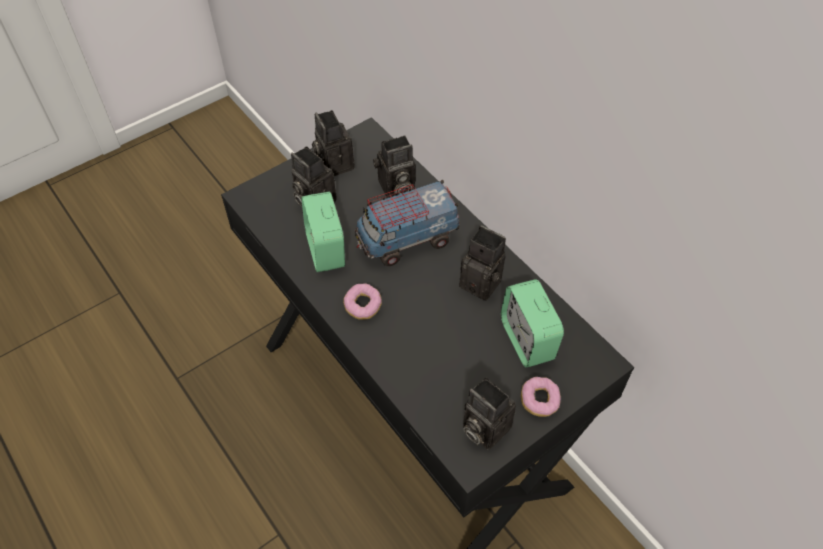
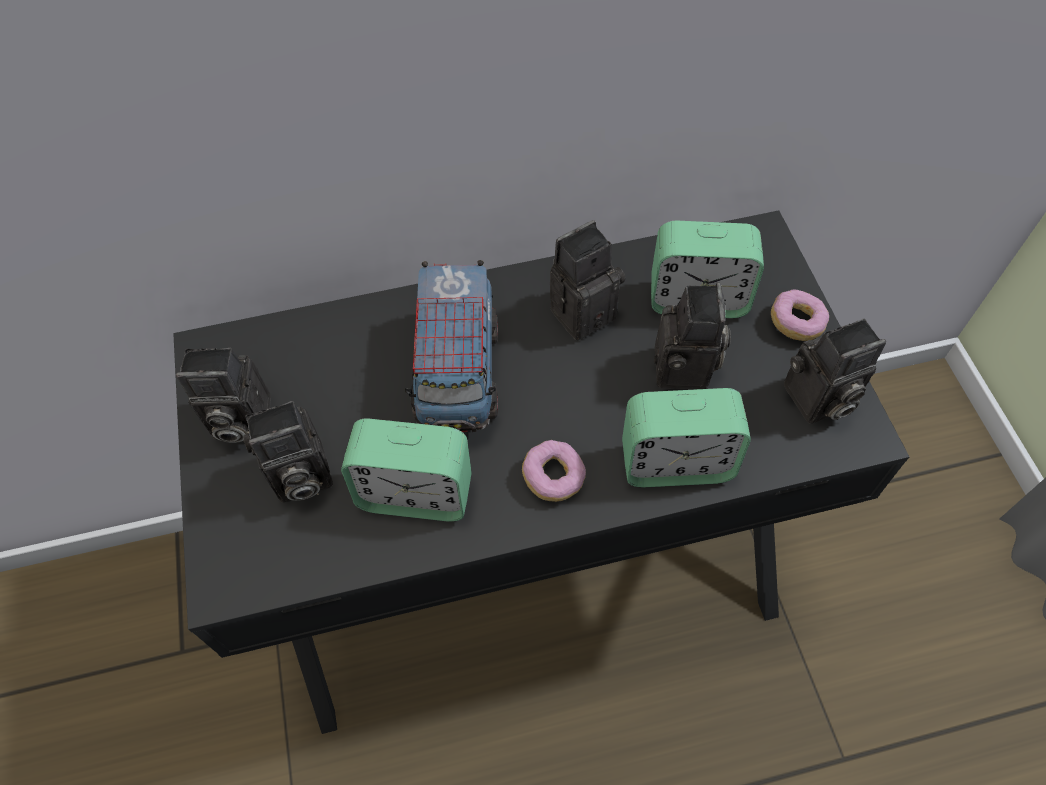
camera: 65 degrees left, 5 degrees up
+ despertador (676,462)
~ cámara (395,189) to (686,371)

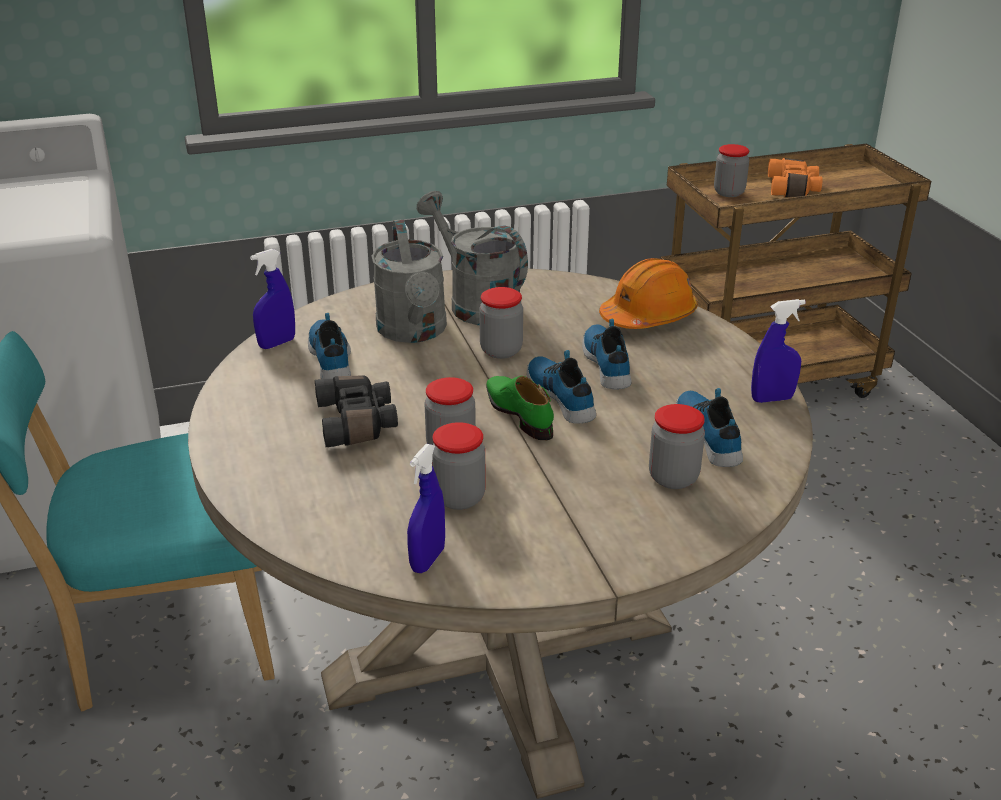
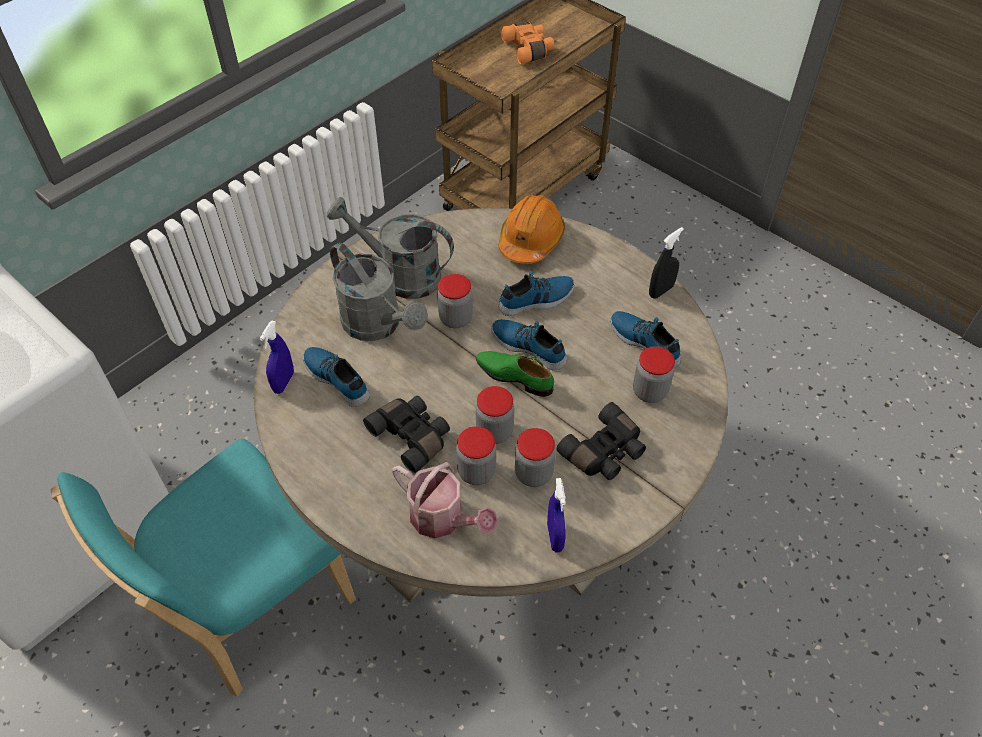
camera: 30 degrees left, 20 degrees up
+ regadera (443,519)
+ prismáticos (negro) (605,452)
~ tarro (729,192) to (476,472)
~ pulverizador (azul) (772,399) to pulverizador (negro) (661,291)
~ zapato (608,363) = (537,300) 105 degrees clockwise

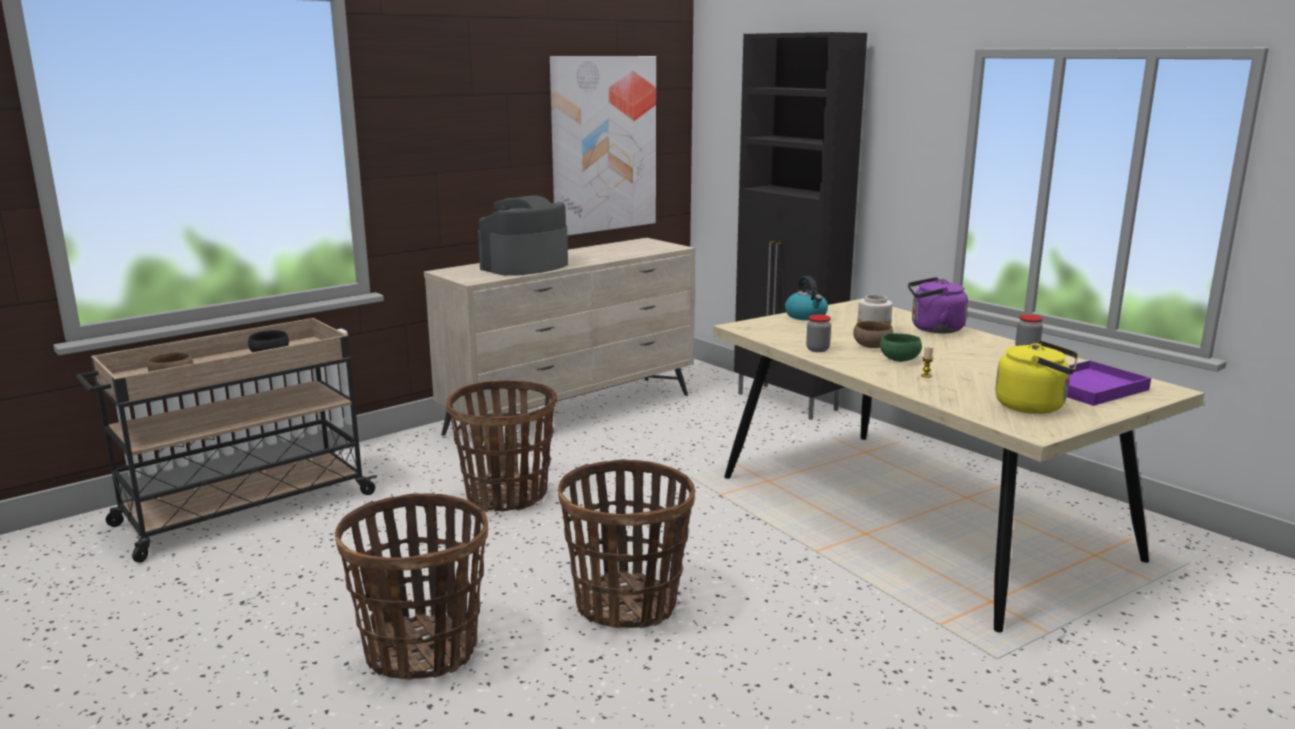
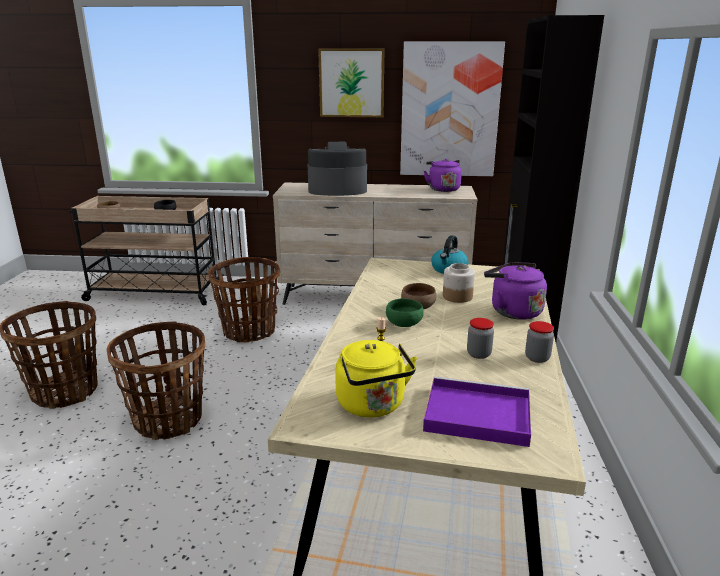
camera: 45 degrees right, 5 degrees up
+ cuadro (351,83)
+ hervidor (morado) (443,189)
~ tarro (817,349) to (478,354)

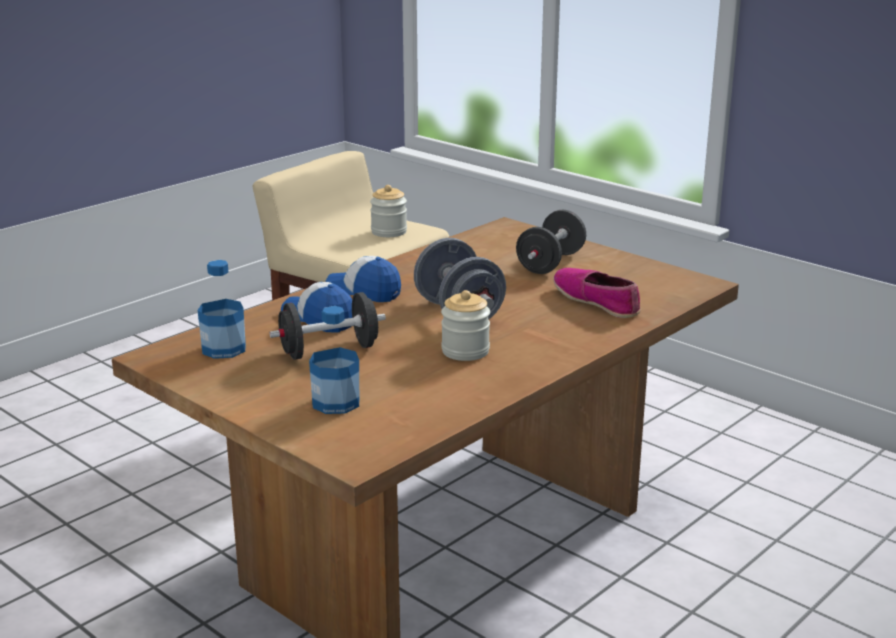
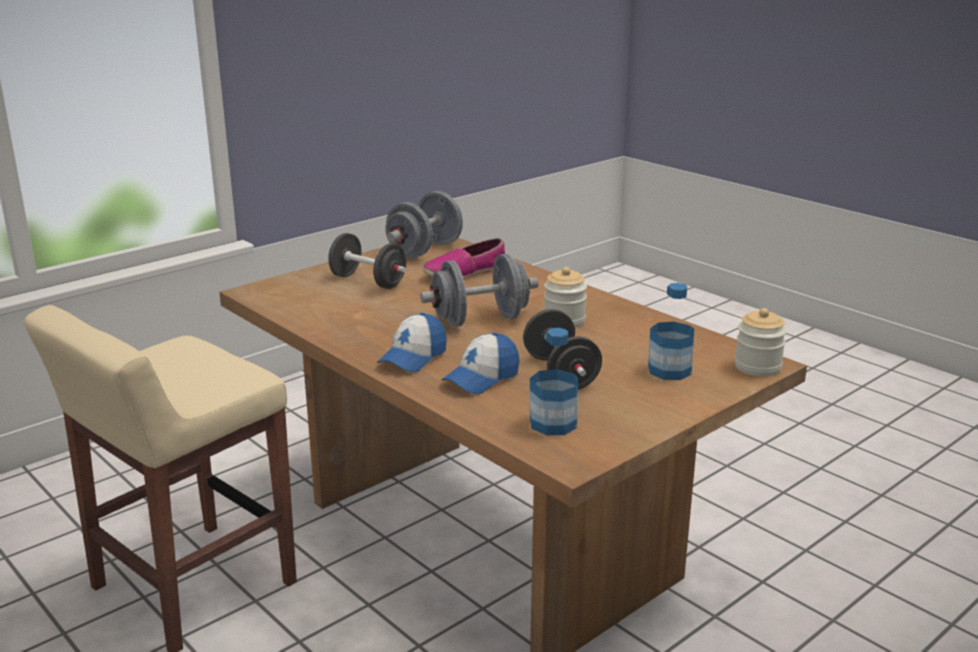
camera: 85 degrees left, 0 degrees up
+ mancuerna (gris) (425,250)
~ tarro (389,232) to (757,367)

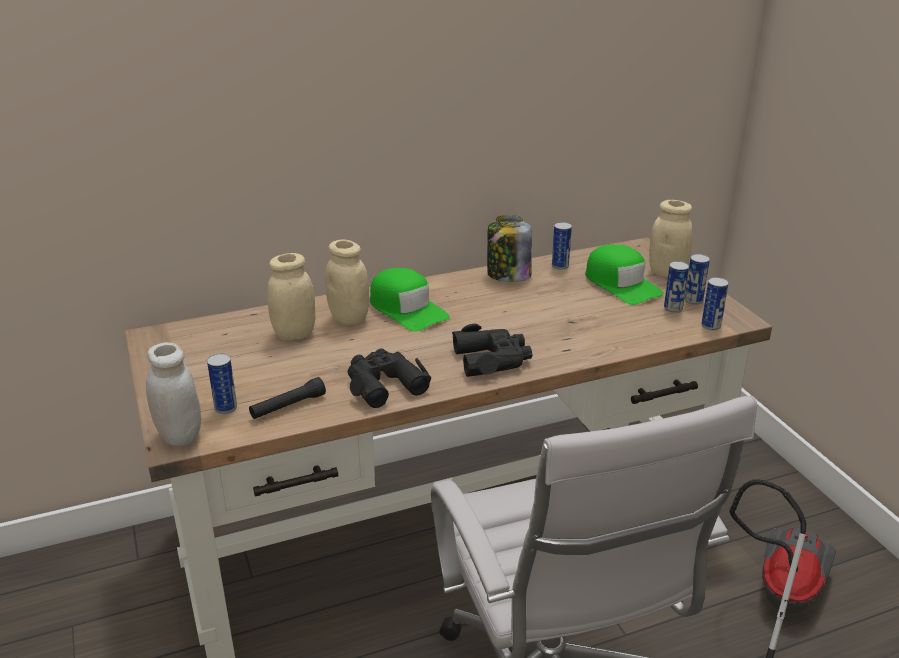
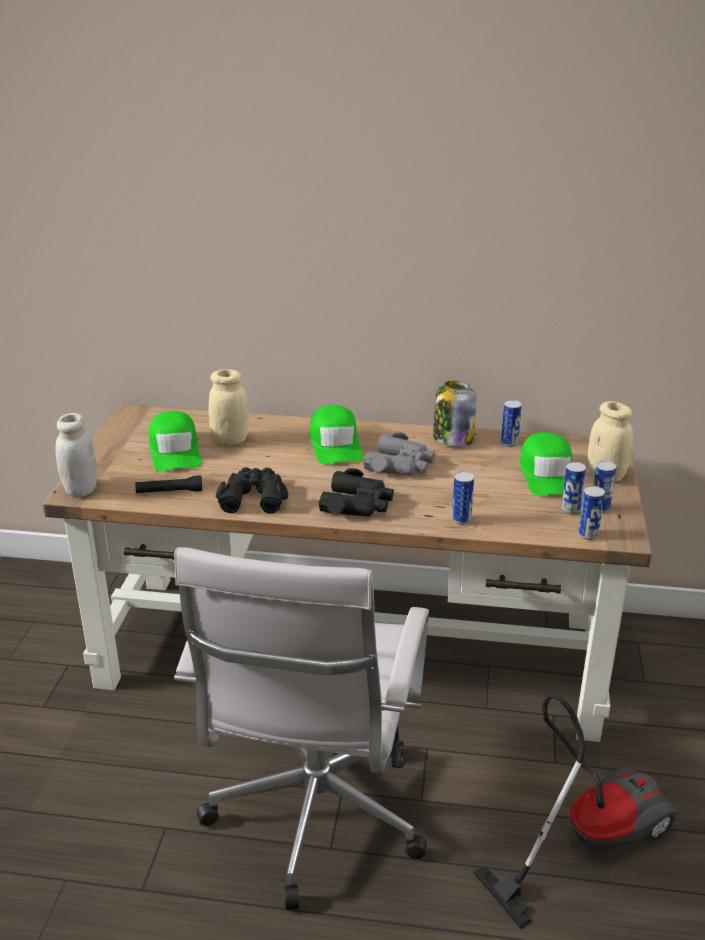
camera: 30 degrees right, 0 degrees up
- tarro (beis) (349,318)
+ gorra (verde) (175,451)
+ prismáticos (gris) (400,464)
~ lata (226,408) to (461,519)

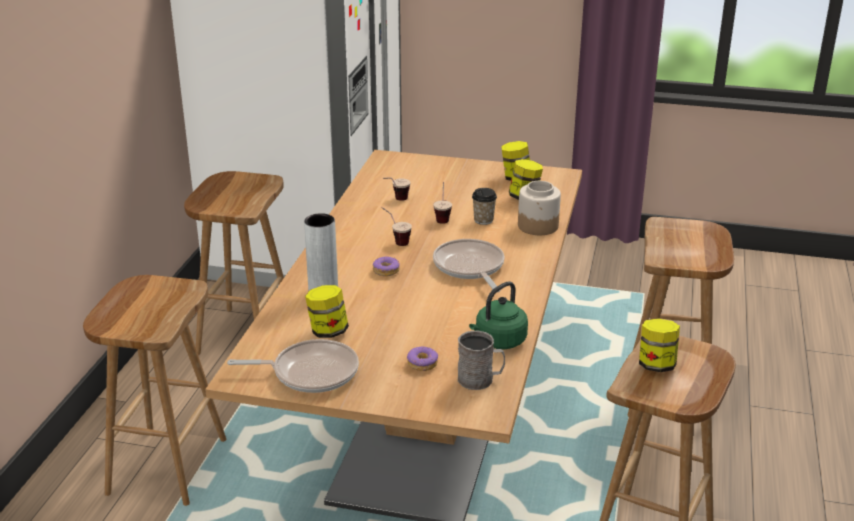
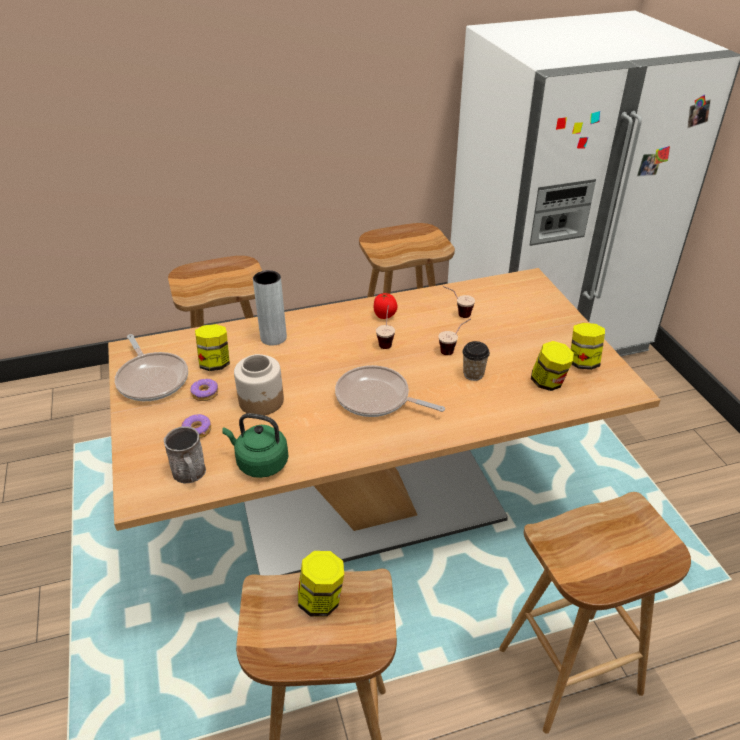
camera: 60 degrees right, 10 degrees up
+ tomate (385,316)
~ rosquilla (386,270) to (205,393)
~ tarro (538,226) to (262,401)
~ sartén (470,267) = (376,398) 105 degrees counterclockwise

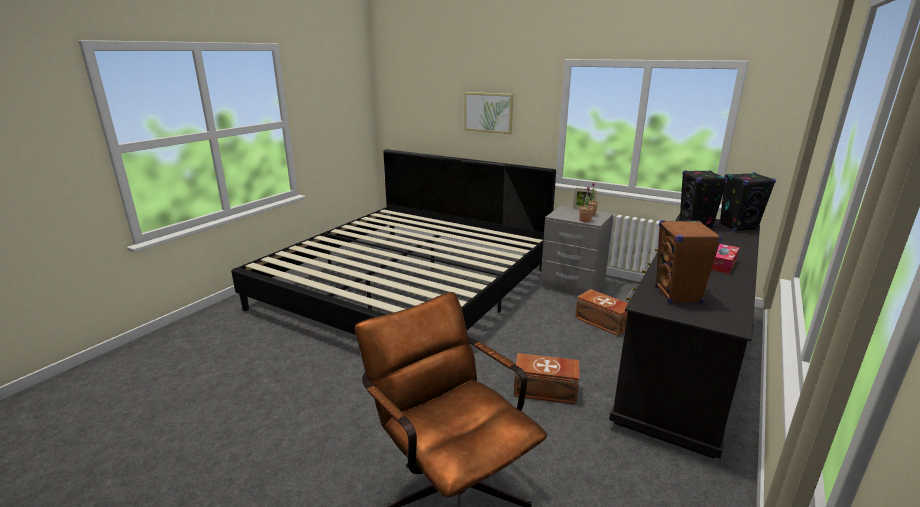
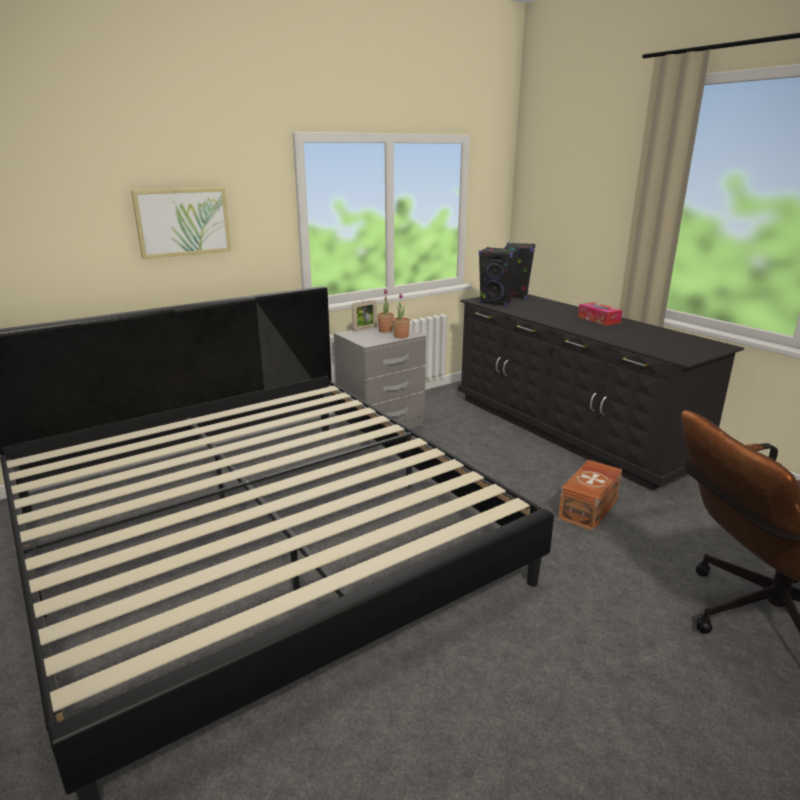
camera: 65 degrees left, 0 degrees up
- caja de almacenaje (marrón) (602,323)
- altavoz (marrón) (678,295)

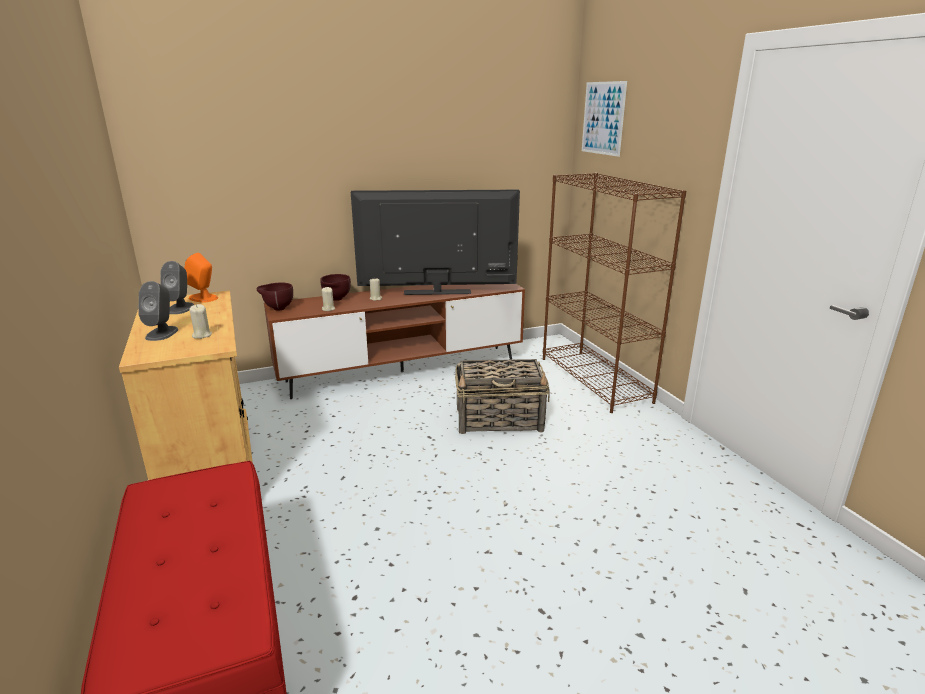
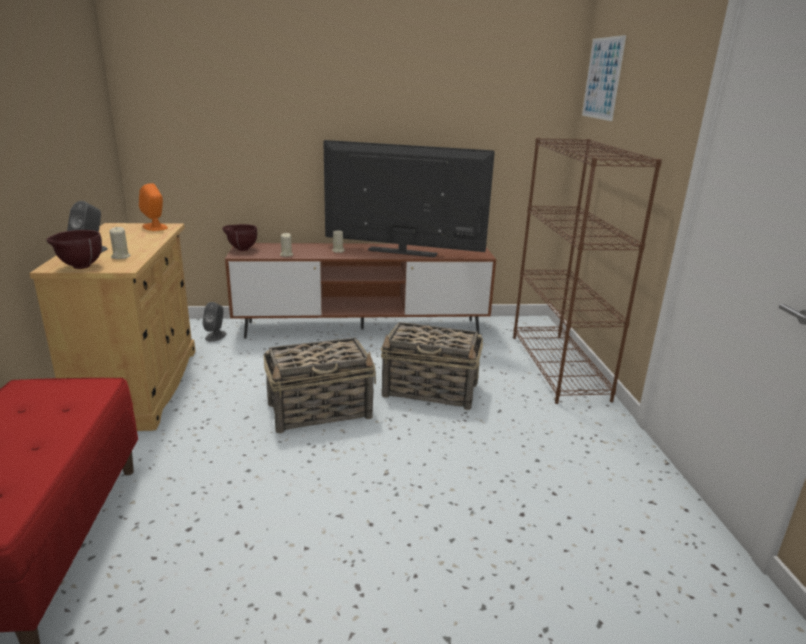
camera: 15 degrees right, 0 degrees up
+ cesta (321,410)
~ altavoz (gris) (180,308) to (216,336)
~ cuenco (marrón) (336,299) to (79,267)

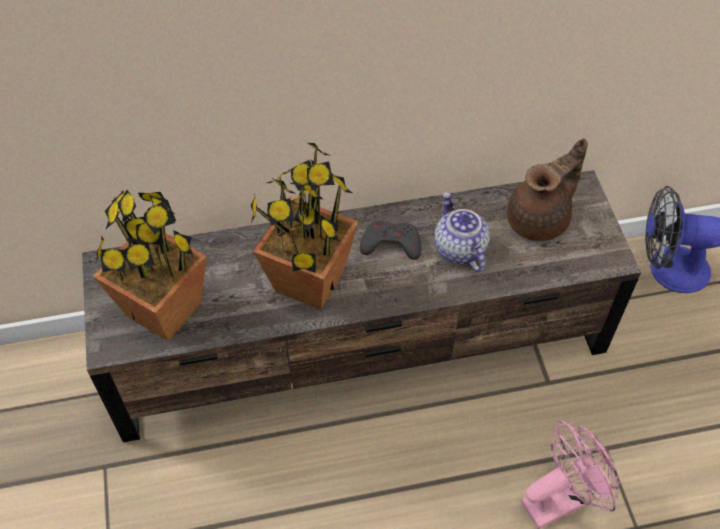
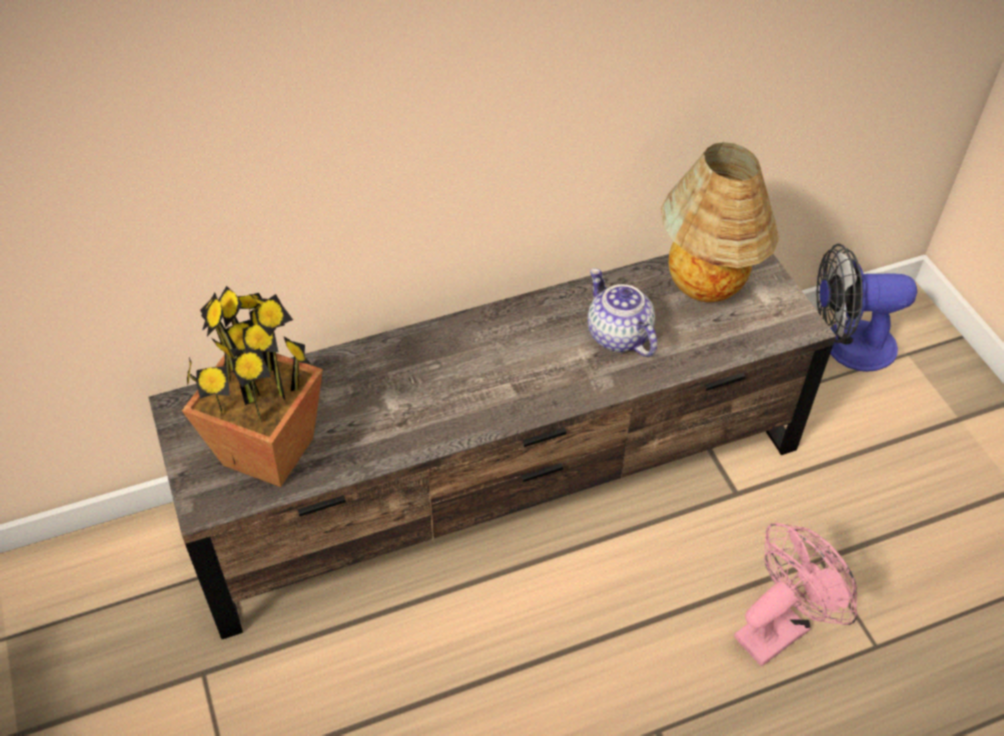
camera: 10 degrees left, 5 degrees down
- planta en maceta (309,282)
- mando de consola (gris) (390,244)
~ tetera (marrón) (540,219) to lámpara de mesa (706,291)

